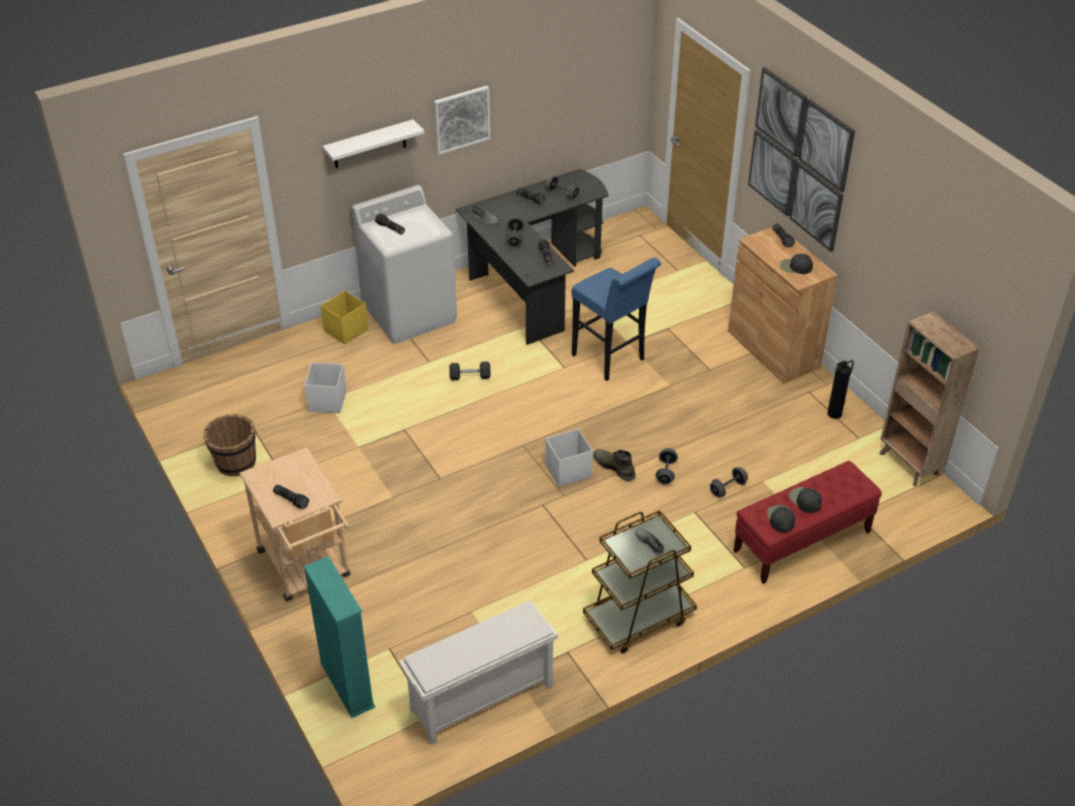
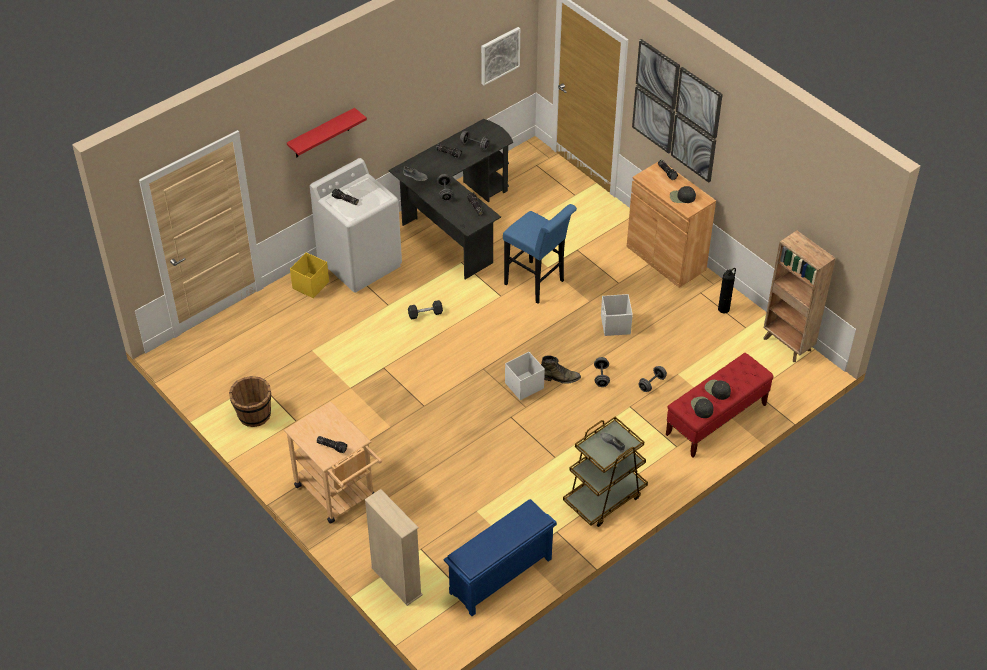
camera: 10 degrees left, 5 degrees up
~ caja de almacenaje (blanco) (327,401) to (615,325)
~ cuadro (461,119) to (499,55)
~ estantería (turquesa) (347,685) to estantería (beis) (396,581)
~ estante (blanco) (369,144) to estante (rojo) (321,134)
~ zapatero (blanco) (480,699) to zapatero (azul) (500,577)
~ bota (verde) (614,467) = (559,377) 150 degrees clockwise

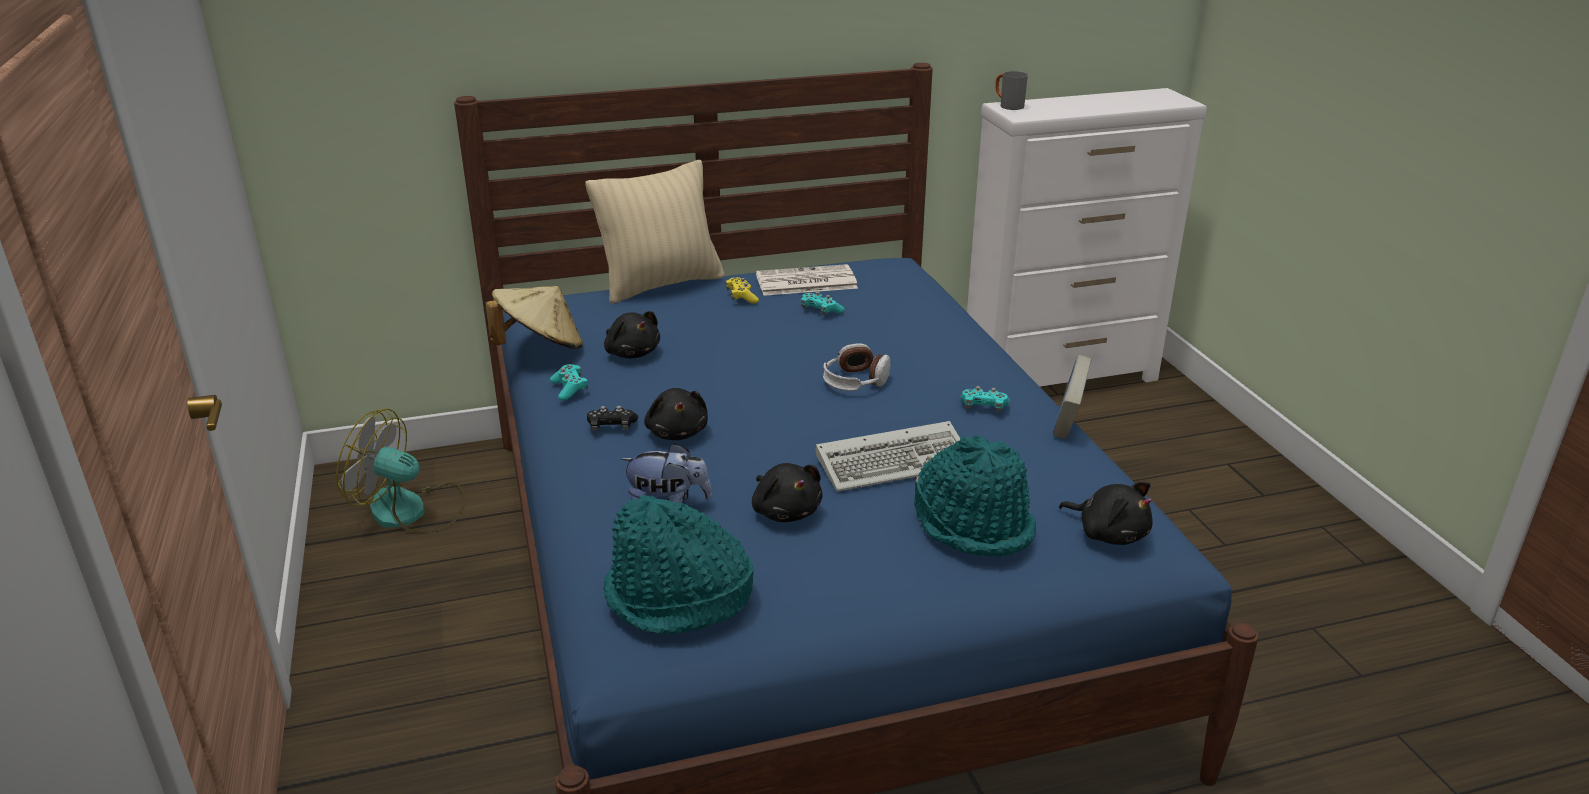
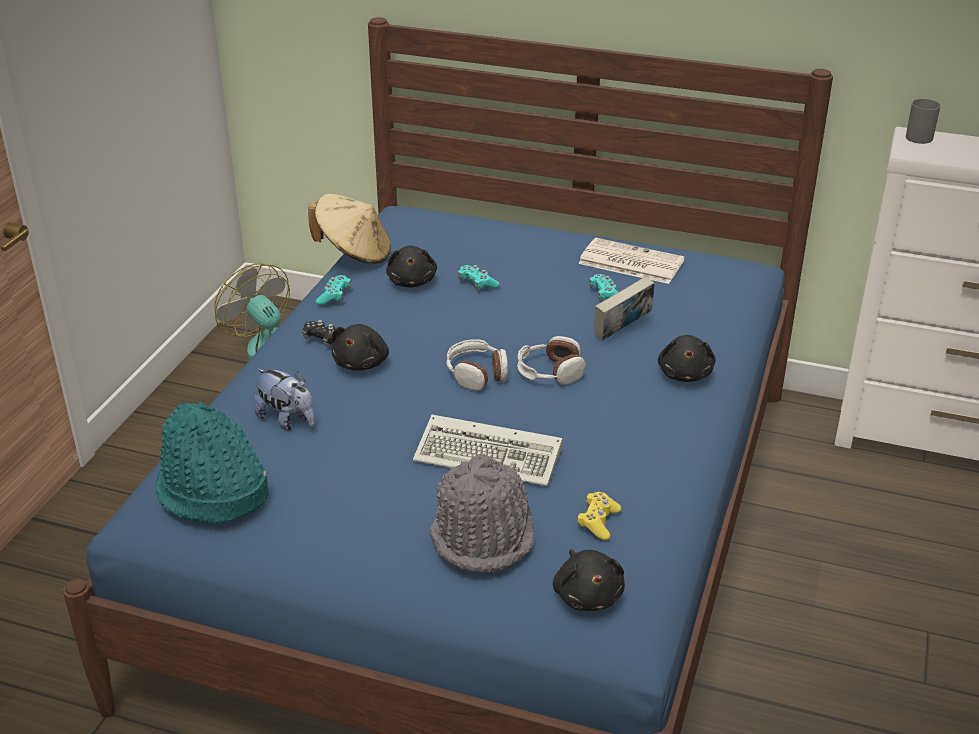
camera: 35 degrees right, 5 degrees up
- cojín (beis) (661,285)
+ auriculares (477,374)
~ mando de consola (amarillo) (741,297) to (598,522)
~ peluche (negro) (785,511) to (685,373)
~ mando de consola (turquesa) (984,407) to (477,284)
~ libro (1068,423) to (622,331)
~ sombrero (turquesa) (974,524) to sombrero (gris) (483,535)

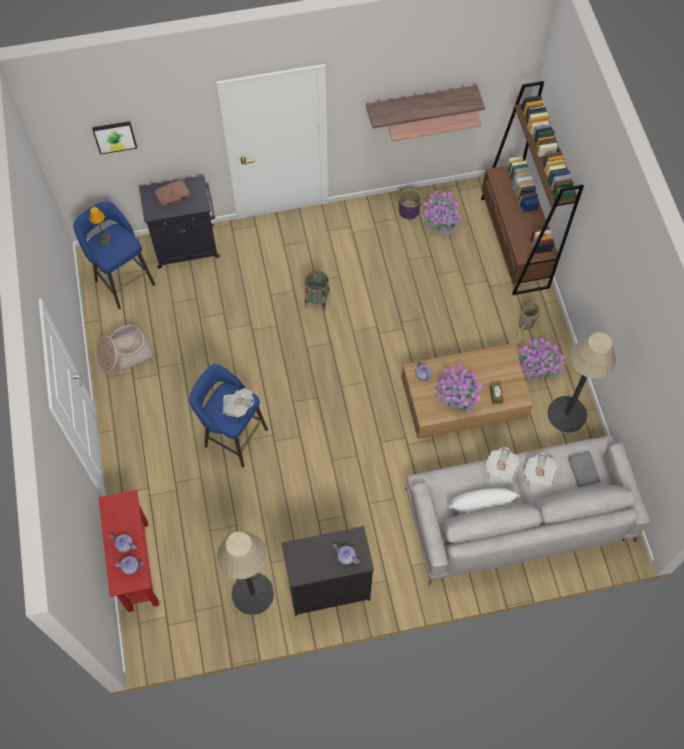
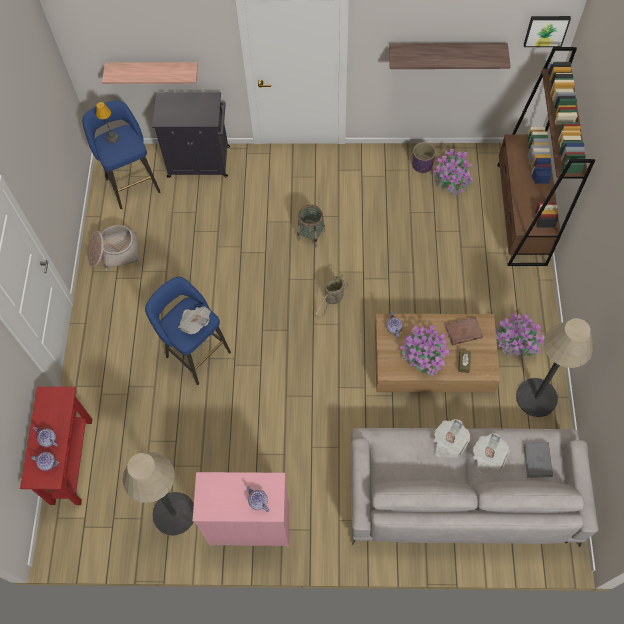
camera: 15 degrees right, 0 degrees up
- cojín (blanco) (480,504)
~ cuadro (114,136) to (546,30)
~ libro (marrón) (172,194) to (463,332)
~ estante (430,121) to (153,70)
~ cesta (525,325) to (333,299)
~ cómoda (negro) (327,588) to cómoda (rosa) (249,524)

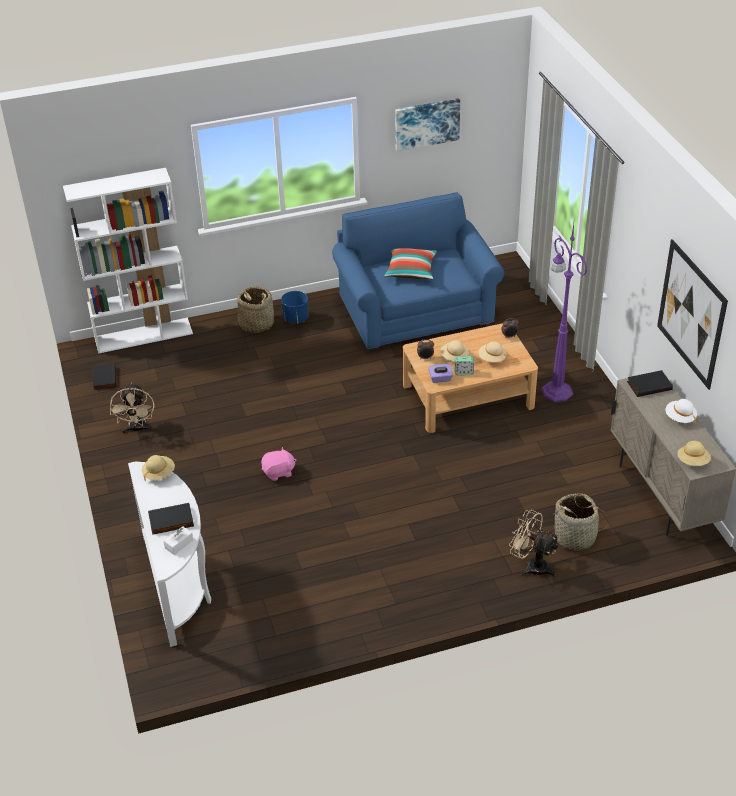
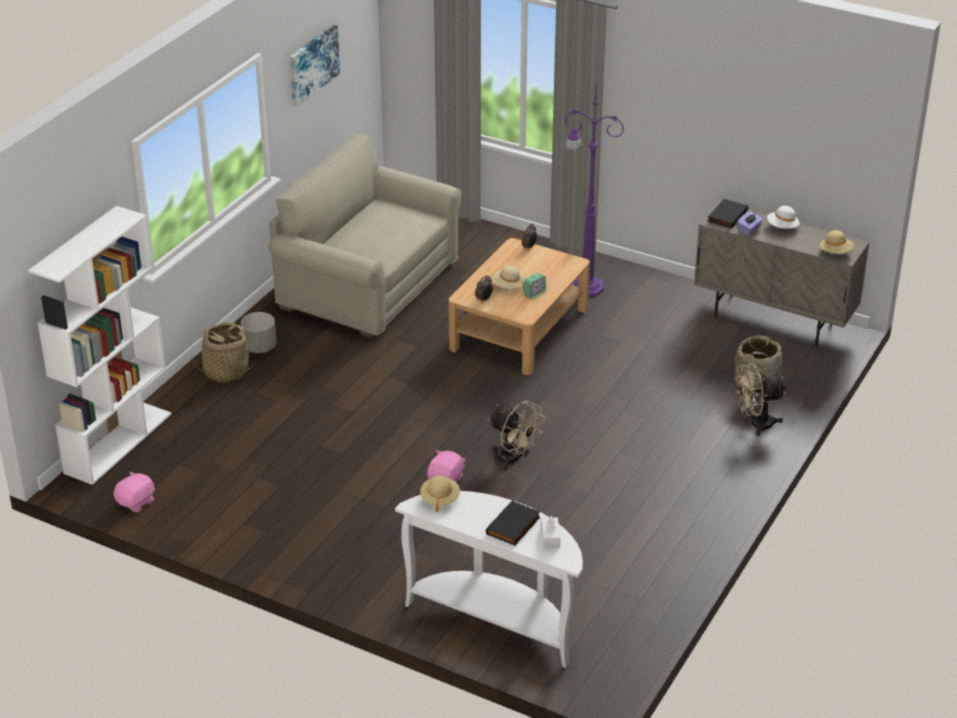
camera: 45 degrees left, 5 degrees down
- cojín (411,271)
- sombrero (beis) (492,359)
- cuadro (691,314)
~ ventilador (beis) (137,429) to (514,460)
~ caja de pañuelos (morado) (440,379) to (749,230)
~ libro (negro) (103,378) to peluche (rosa) (136,502)
~ maceta (azul) (295,318) to maceta (gris) (259,347)
~ sofá (azul) (416,311) to sofá (beis) (369,285)

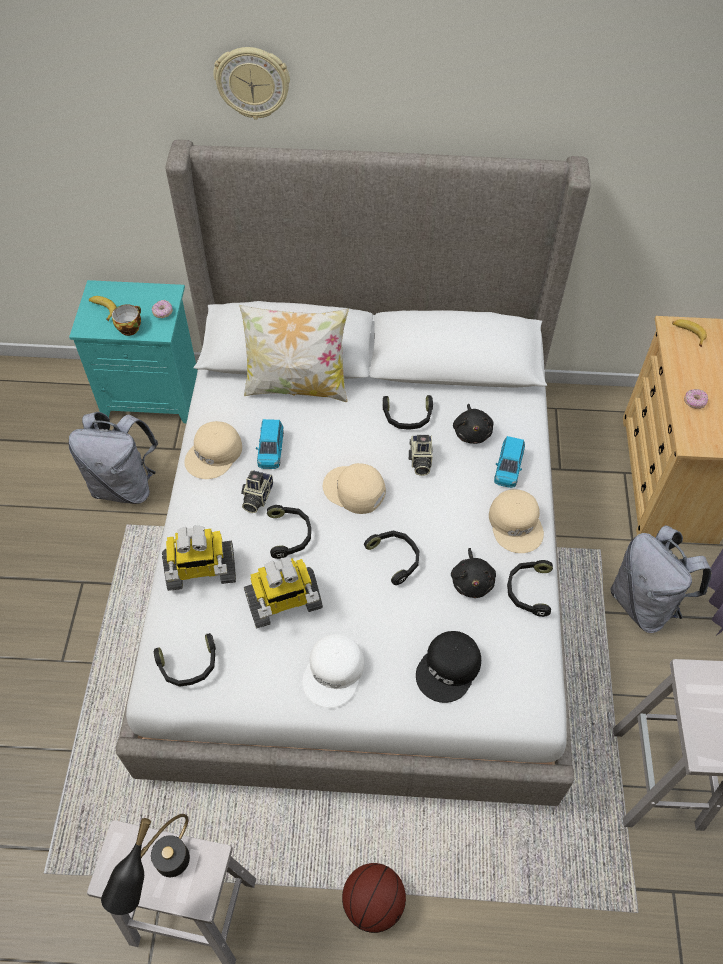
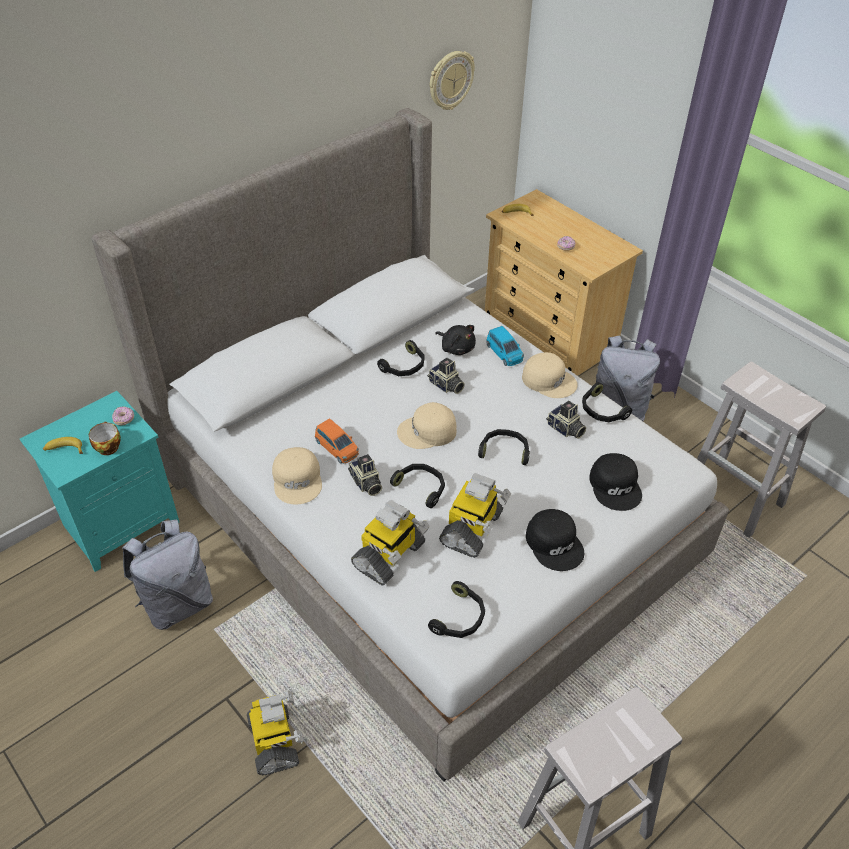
camera: 45 degrees left, 10 degrees down
- lámpara de mesa (negro) (163,876)
- cojín (297,386)
- balón de baloncesto (373,903)
+ robot de juguete (275,742)
~ reloj de pared (252,82) to (450,80)
~ peluche (negro) (472,581) to cámara (565,429)
~ coche de juguete (azul) (270,450) to coche de juguete (naranja) (337,448)
~ gorra (blanco) (334,672) to gorra (negro) (555,543)

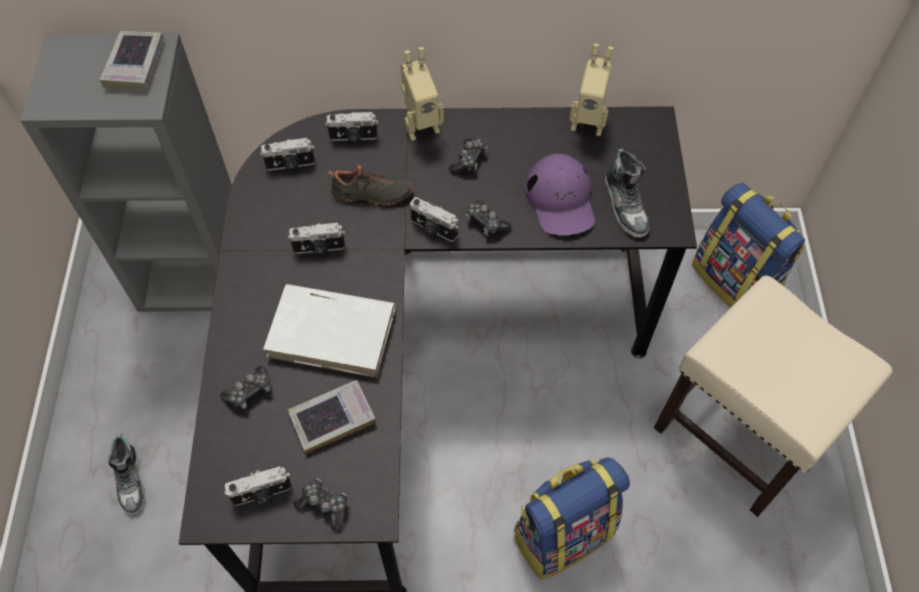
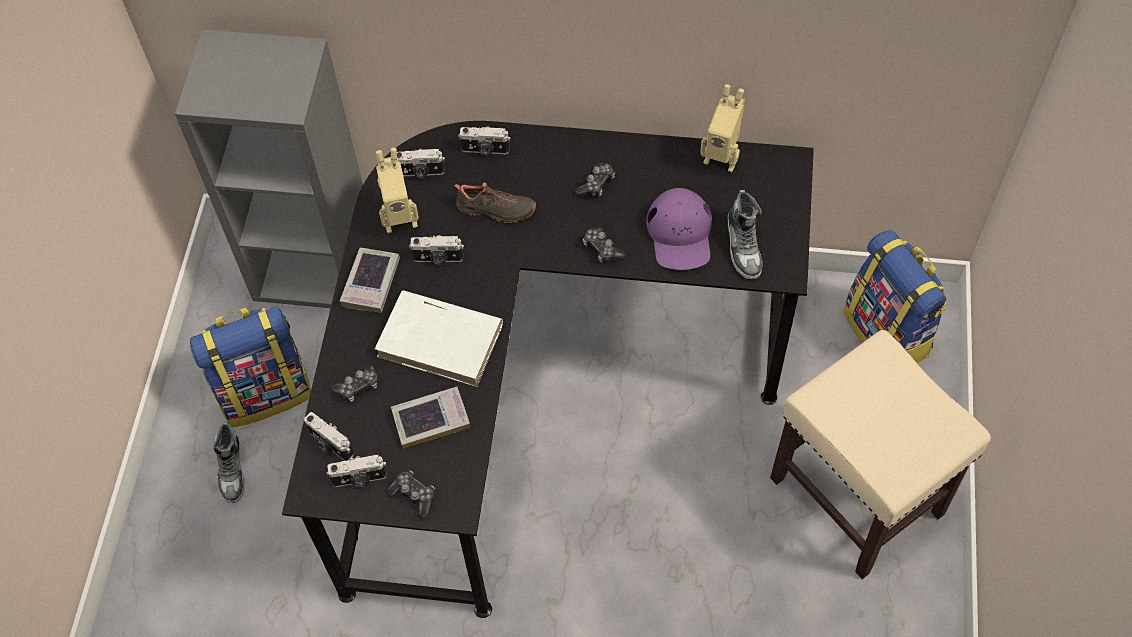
camera: 10 degrees right, 0 degrees up
~ libro (135,64) to (371,283)
~ robot de juguete (420,126) to (399,217)
~ cámara (433,229) to (330,444)
~ mochila (563,532) to (265,391)

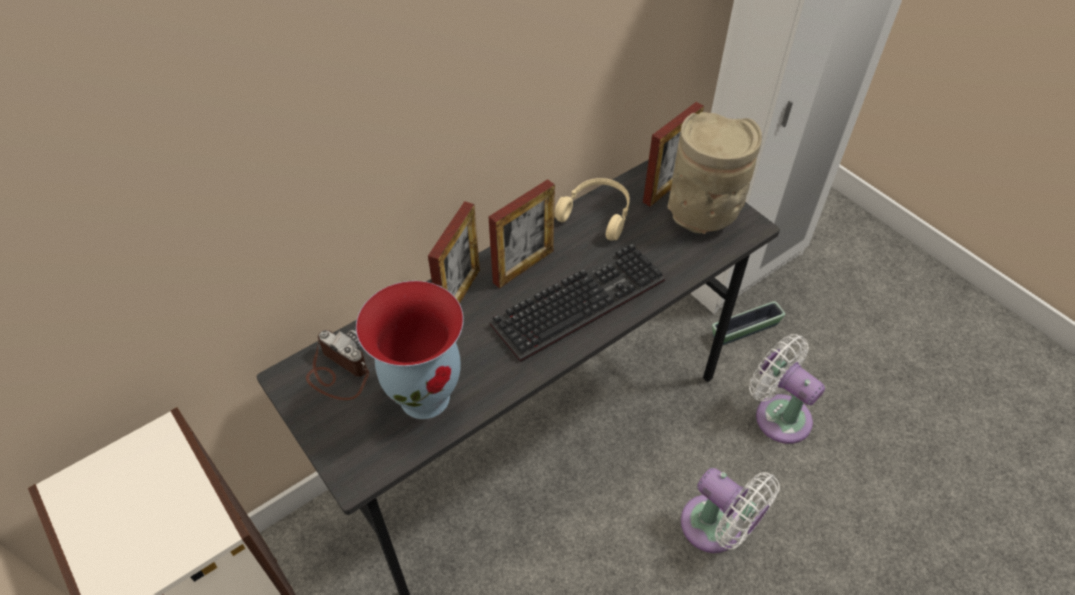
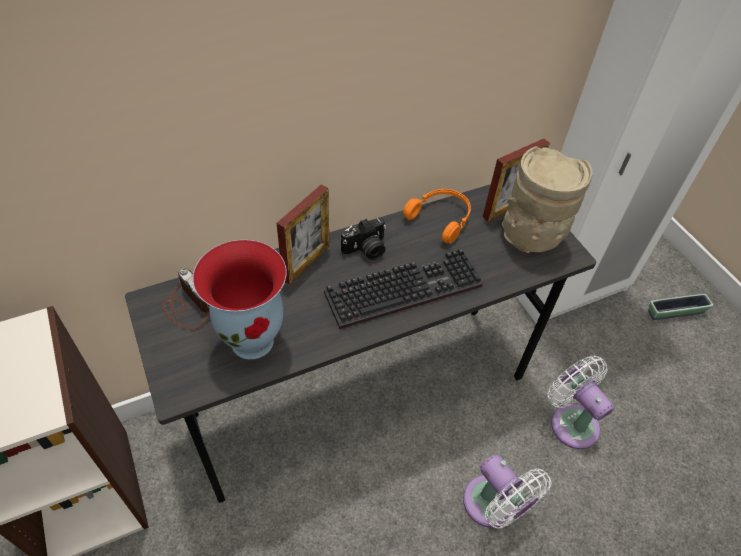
camera: 10 degrees right, 0 degrees up
~ maceta (745,330) to (675,312)
~ portarretratos (523,266) to cámara (366,250)
~ auriculares (beis) (597,213) to auriculares (naranja) (441,218)

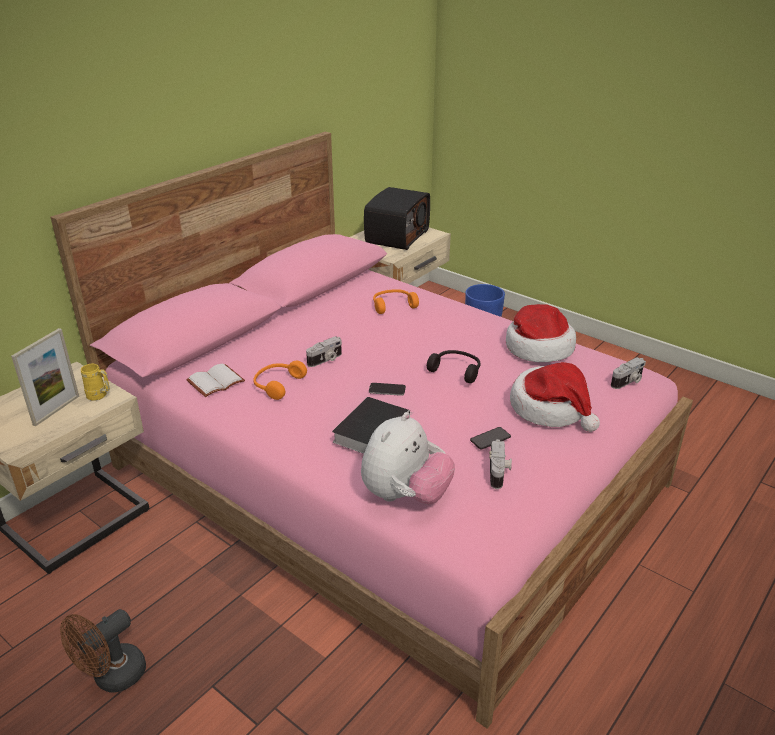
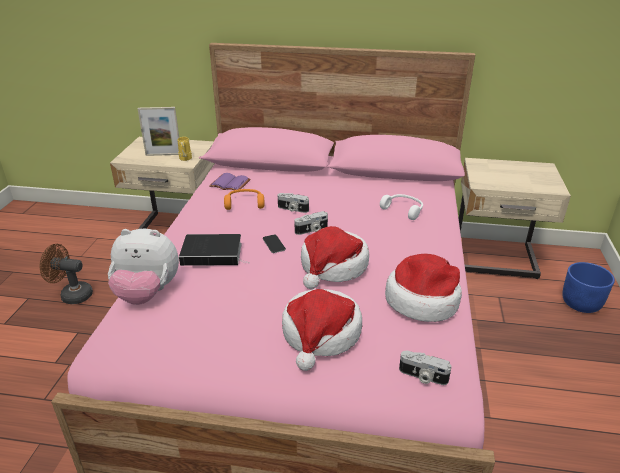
camera: 60 degrees right, 0 degrees up
- radio (396,236)
- móvil (490,439)
~ cámara (499,472) to (312,230)
~ auriculares (negro) (456,370) to sombrero (333,266)
~ libro (blanco) (215,381) to libro (morado) (231,183)
~ auriculares (naranja) (393,305) to auriculares (blanco) (403,210)

